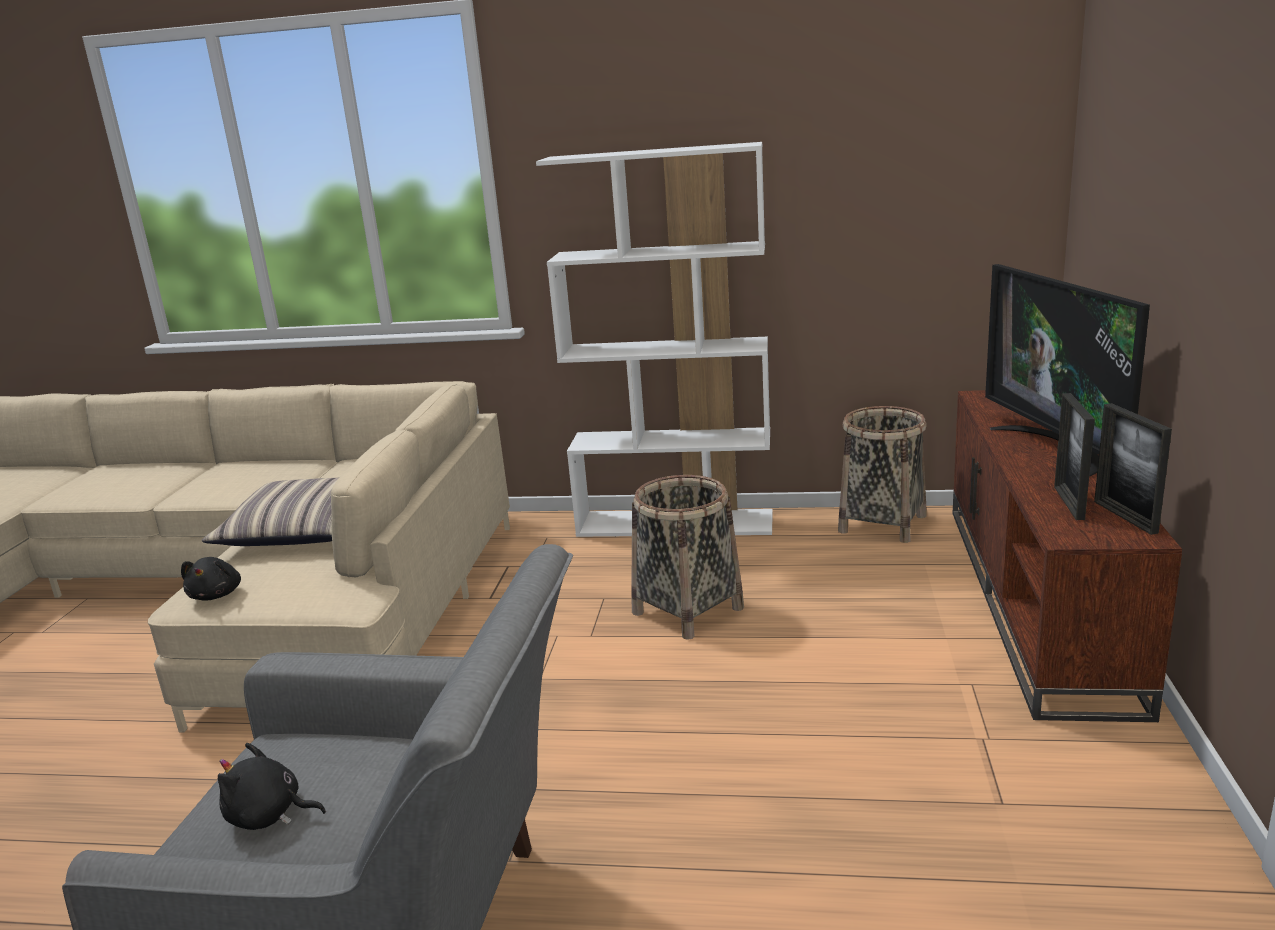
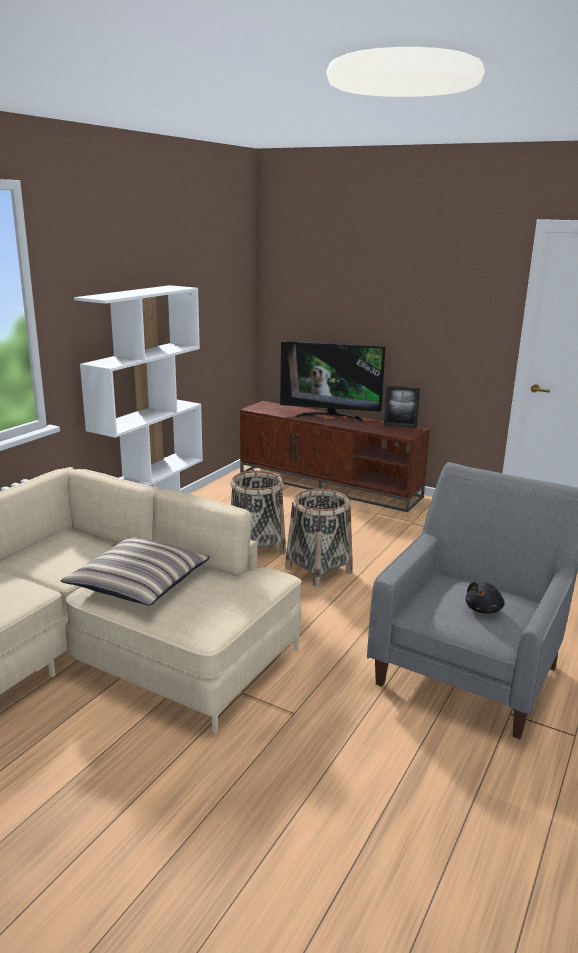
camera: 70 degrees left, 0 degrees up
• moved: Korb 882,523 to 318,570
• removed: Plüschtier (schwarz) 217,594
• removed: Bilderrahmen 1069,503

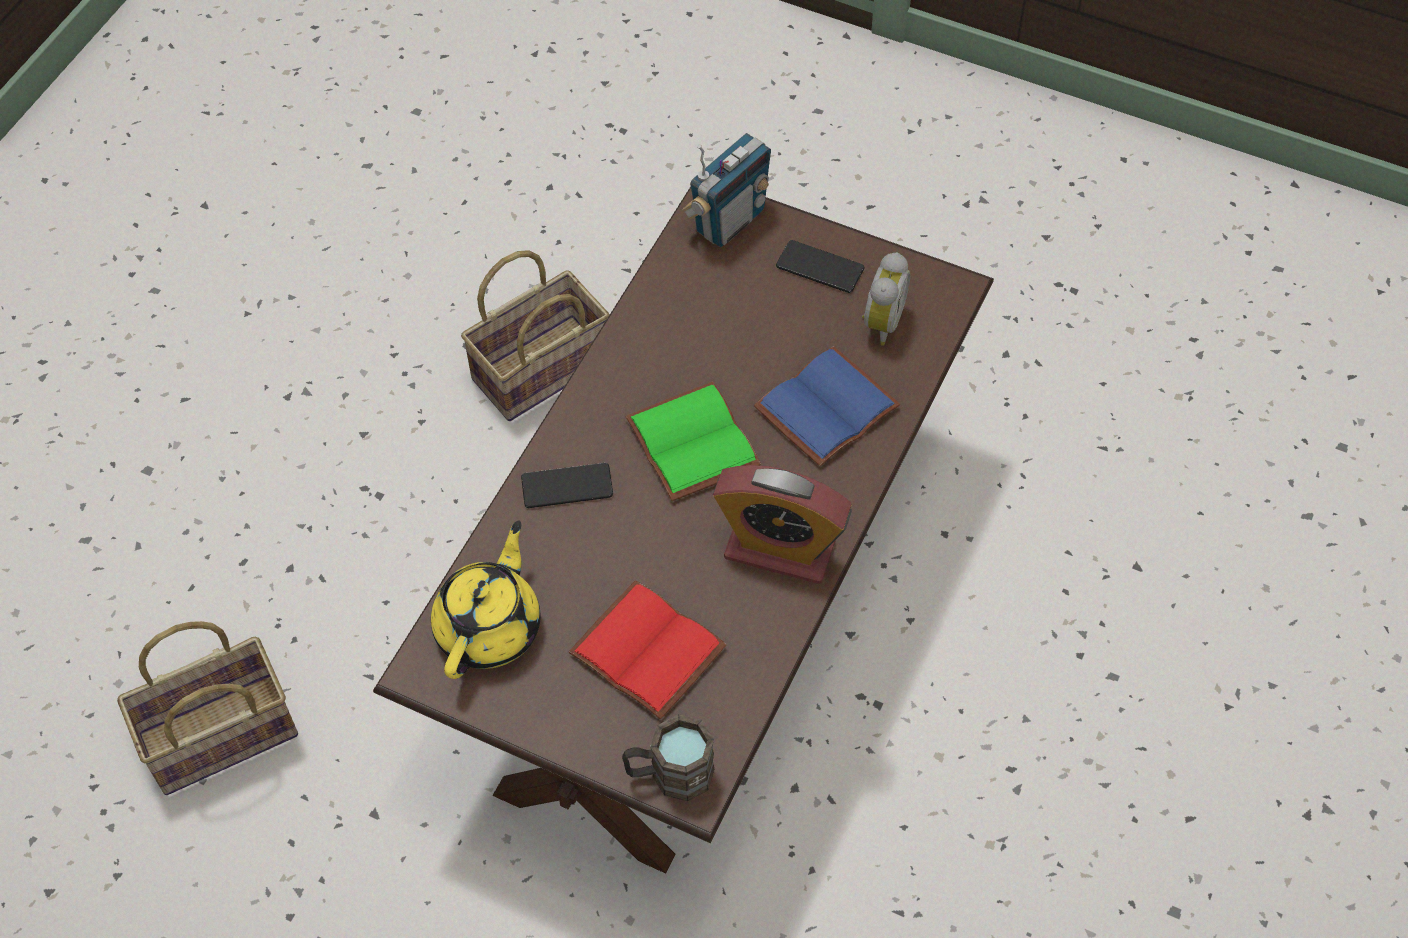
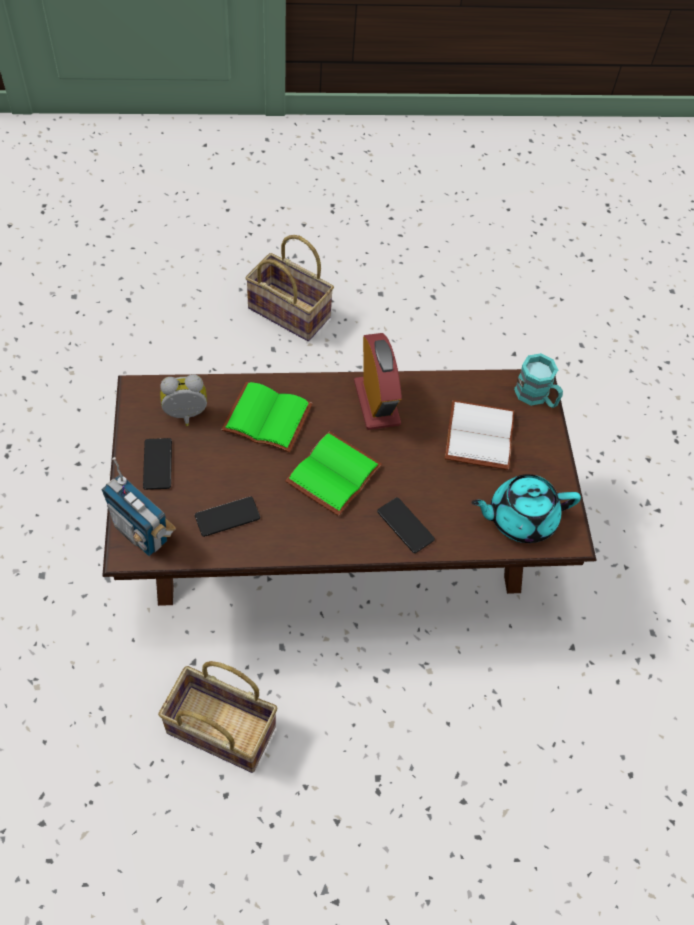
camera: 125 degrees left, 0 degrees up
• turned: Radio 729,221 = 142,533 150 degrees counterclockwise
• added: Handy 227,517
• recoloured: Buch (blau) 825,405 to Buch (grün) 265,420
• moved: Korb 217,739 to 291,312
• recoloured: Buch (rot) 651,649 to Buch (weiß) 477,434
• recoloured: Teekanne (gelb) 490,627 to Teekanne (türkis) 520,518
• recoloured: Henkelbecher (braun) 669,774 to Henkelbecher (türkis) 536,396

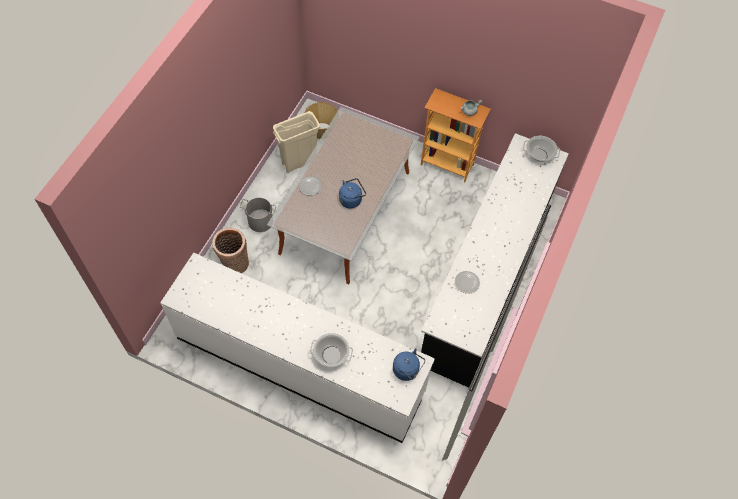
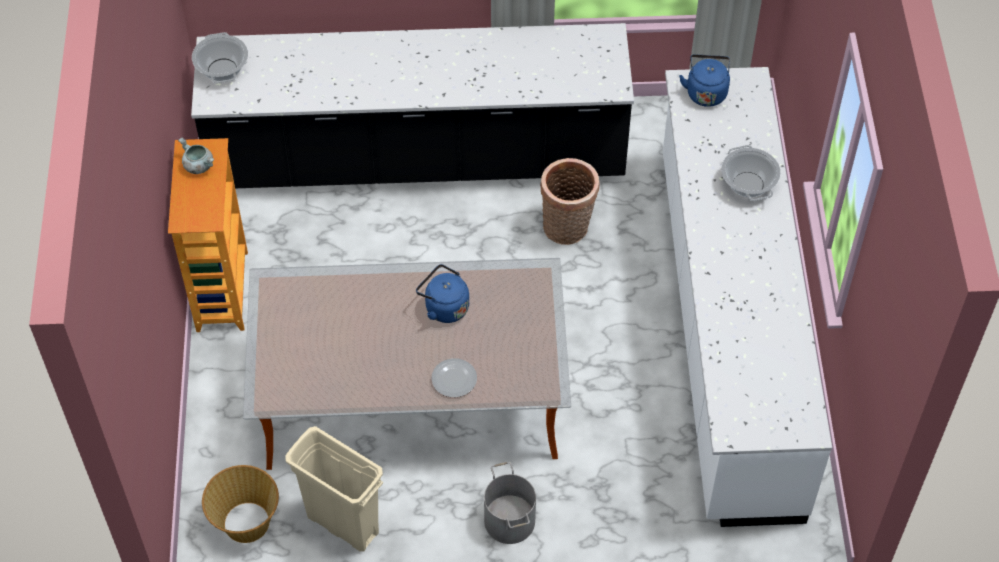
camera: 115 degrees left, 5 degrees down
• moved: Korb 234,264 to 567,229
• removed: Teller 467,282

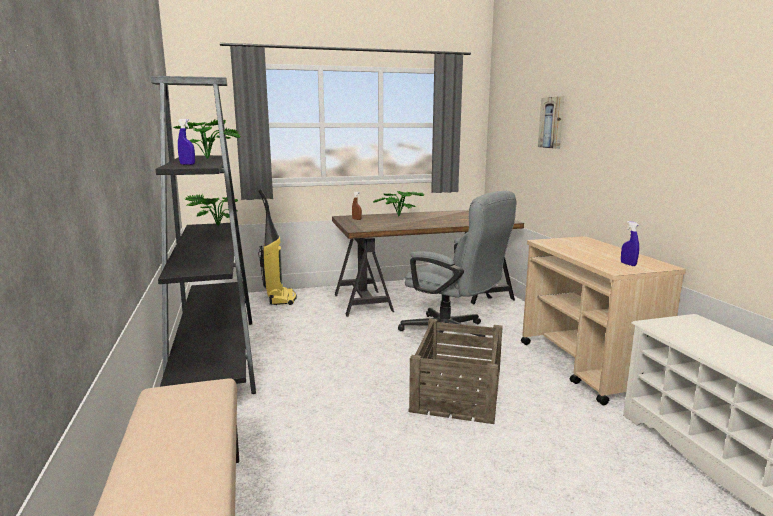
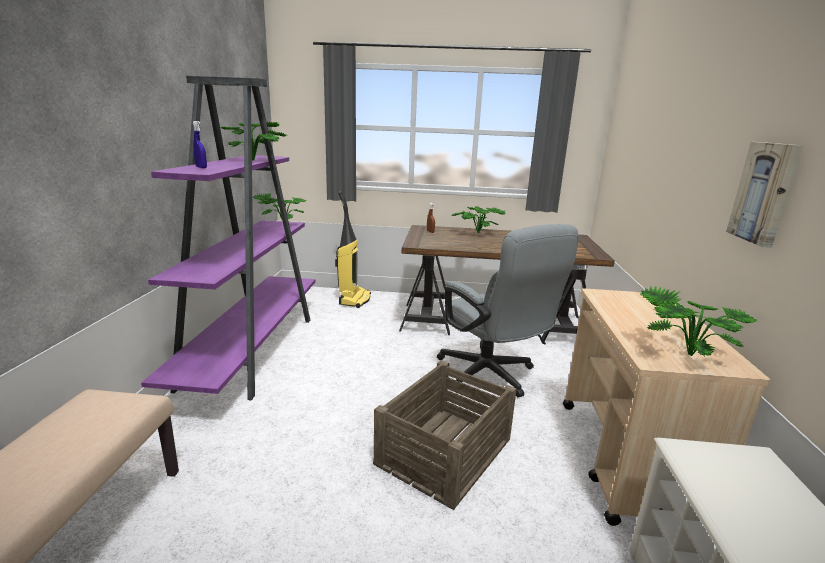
camera: 20 degrees right, 5 degrees up
• recoloured: Bücherregal (schwarz) 215,355 to Bücherregal (lila) 252,349
• replaced: Sprühflasche (blau) 628,264 to Topfpflanze 682,353
• moved: Bild 552,122 to 766,193

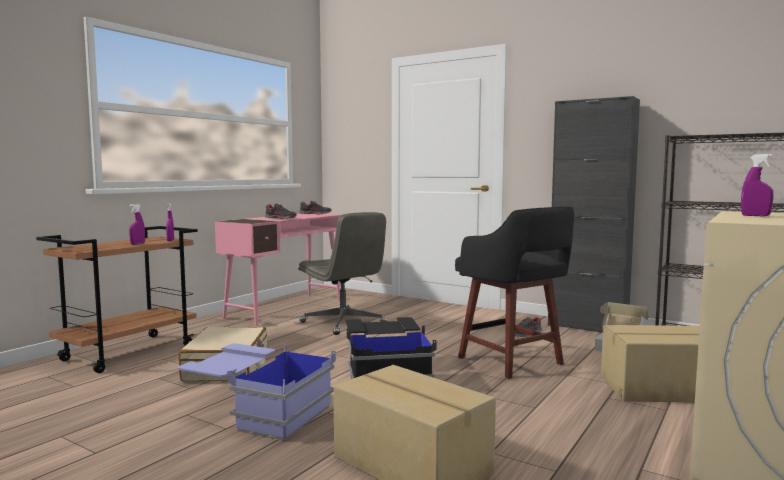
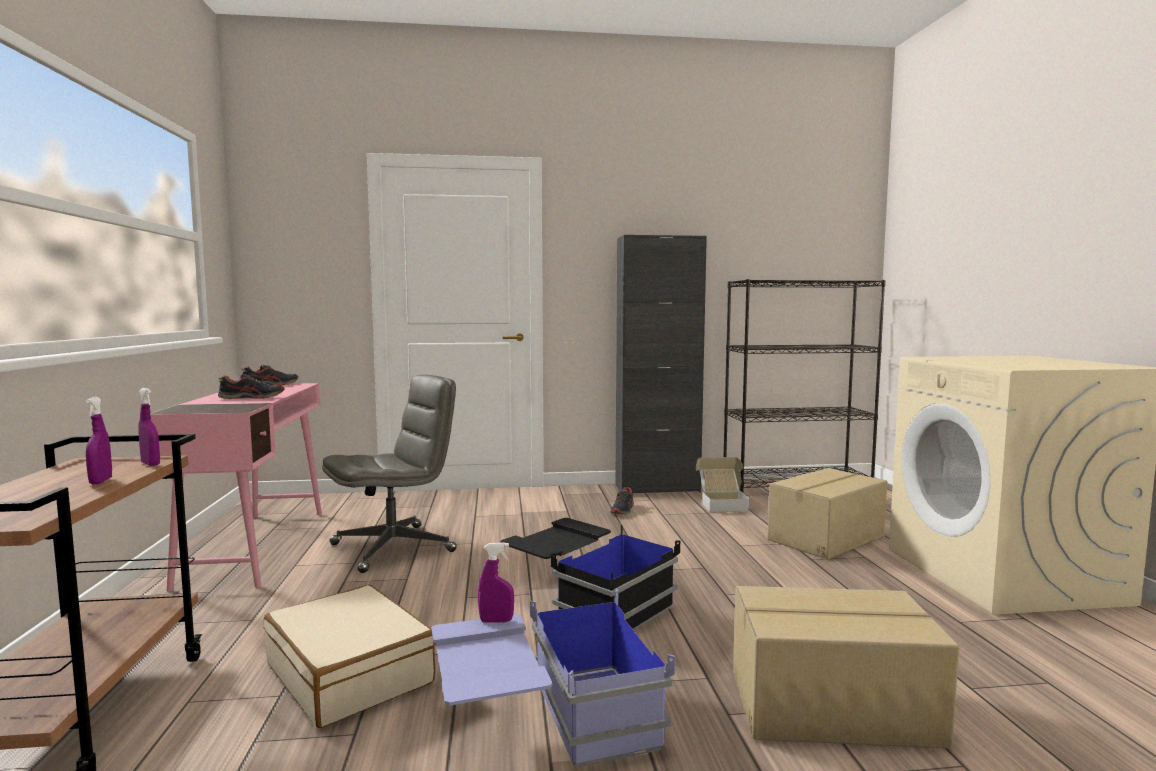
camera: 40 degrees left, 0 degrees up
• turned: Bürostuhl (grau) 344,323 = 394,547 45 degrees counterclockwise
• moved: Sprühflasche (lila) 755,216 to 496,621
• removed: Hocker (schwarz) 512,362

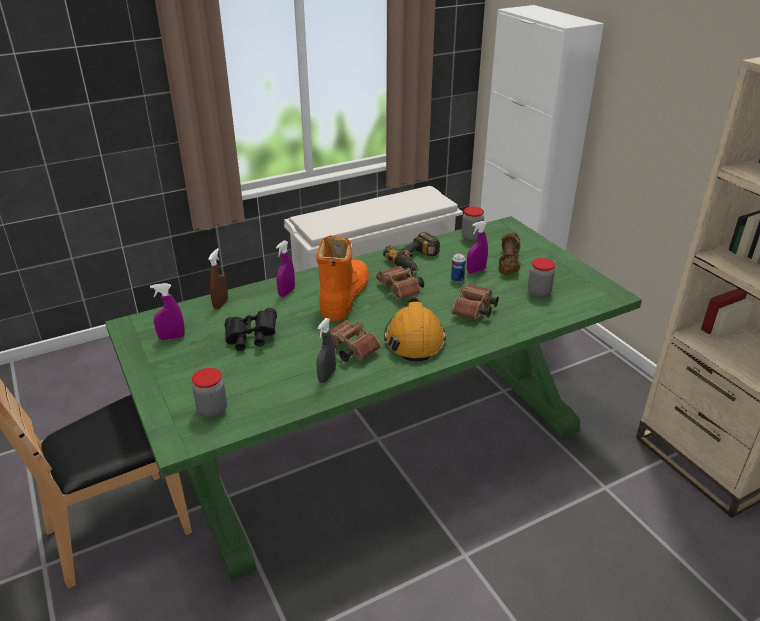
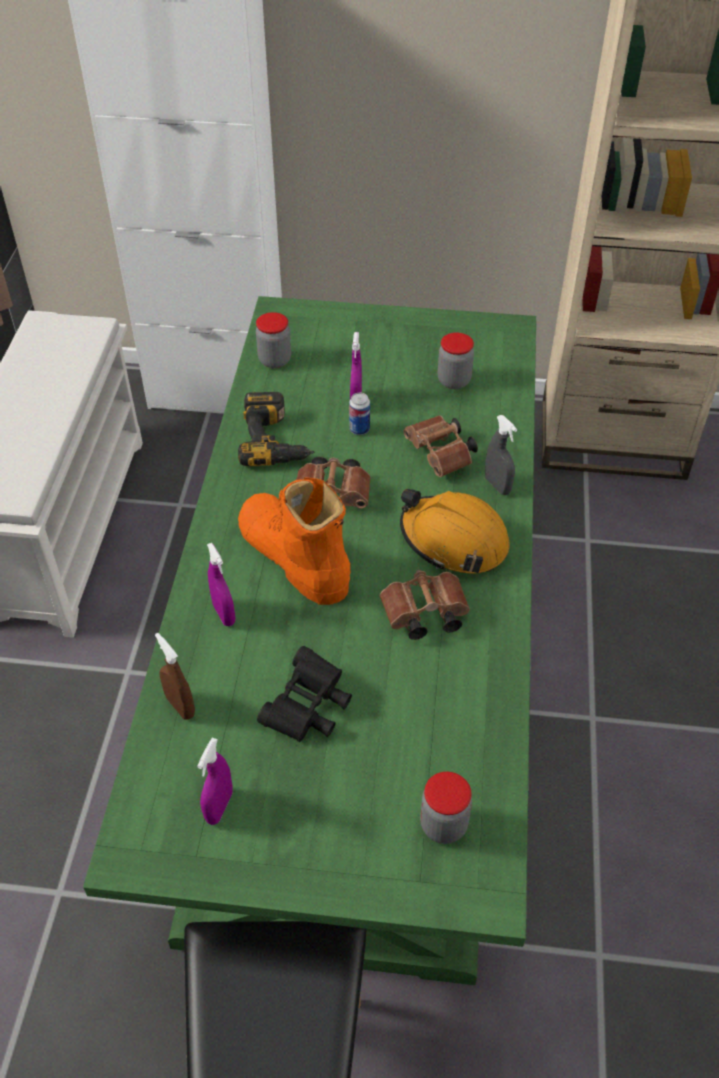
camera: 55 degrees left, 15 degrees up
• moved: Sprühflasche (grau) 327,376 to 497,485
• removed: Hantel (braun) 509,262

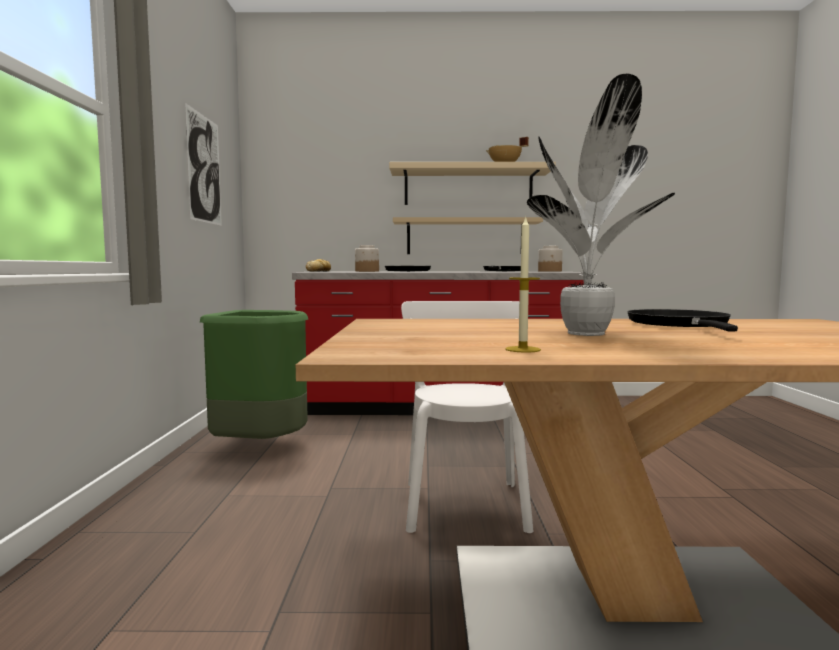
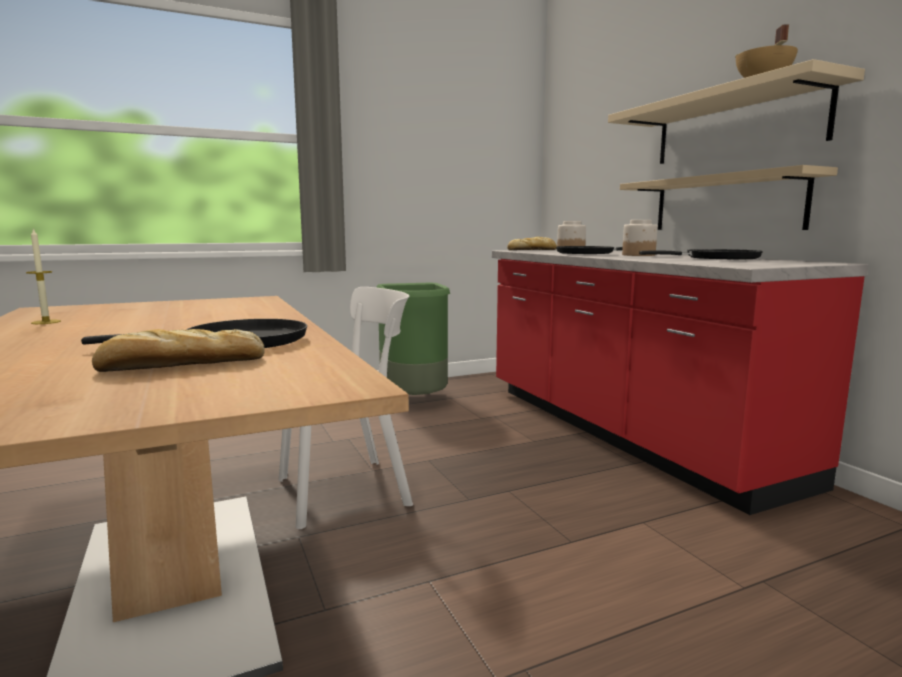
camera: 65 degrees right, 5 degrees up
• added: Brot 180,365
• moved: Vorratsglas 550,271 to 638,255
• removed: Bild 204,169
• removed: Topfpflanze 587,334

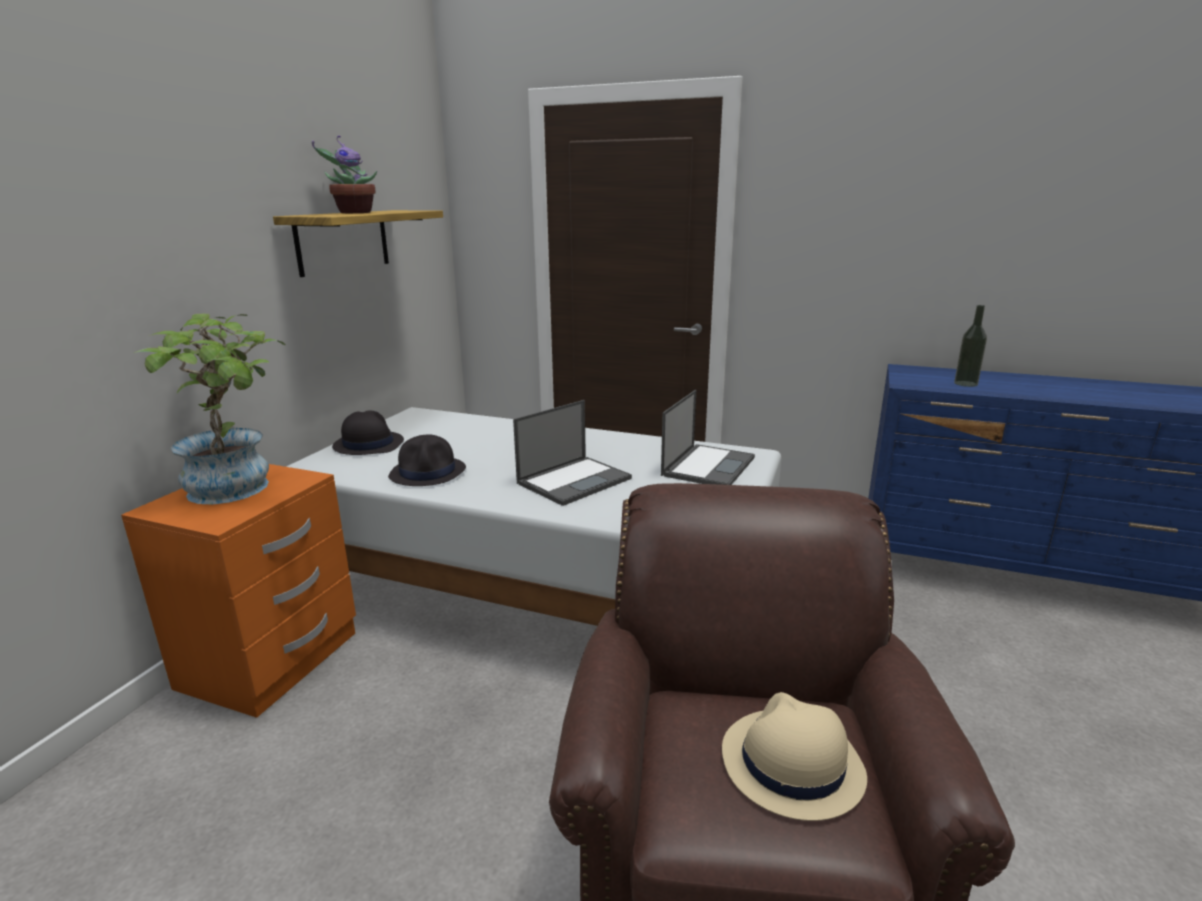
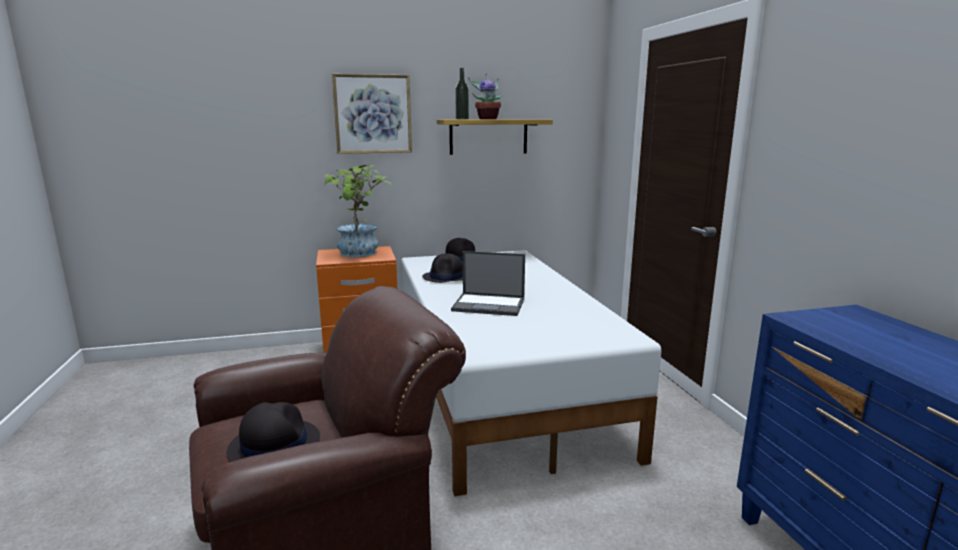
camera: 55 degrees right, 5 degrees down
• recoloured: Hut (beige) 791,764 to Hut (schwarz) 274,445
• added: Bild 373,114
• moved: Flasche 965,383 to 462,119
• removed: Laptop 708,466

